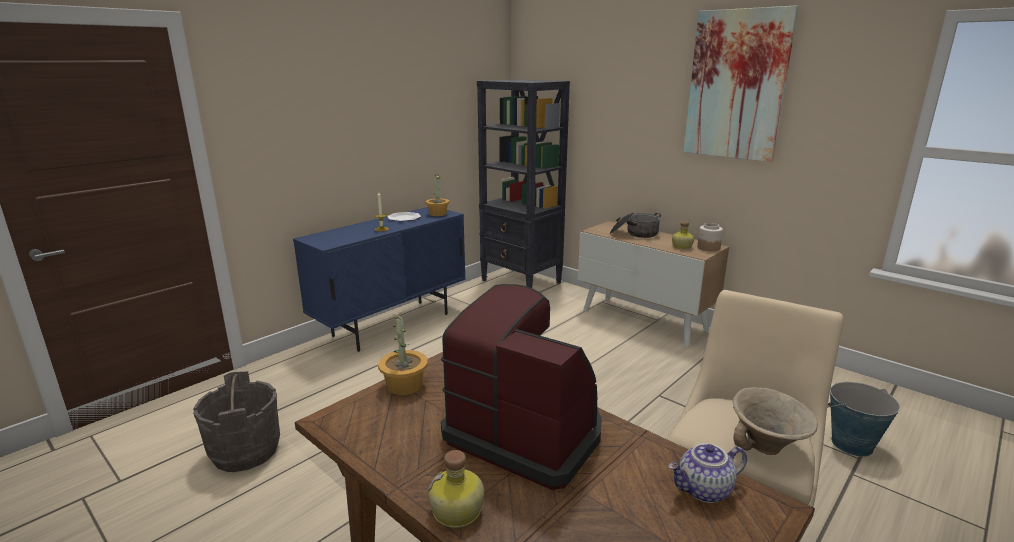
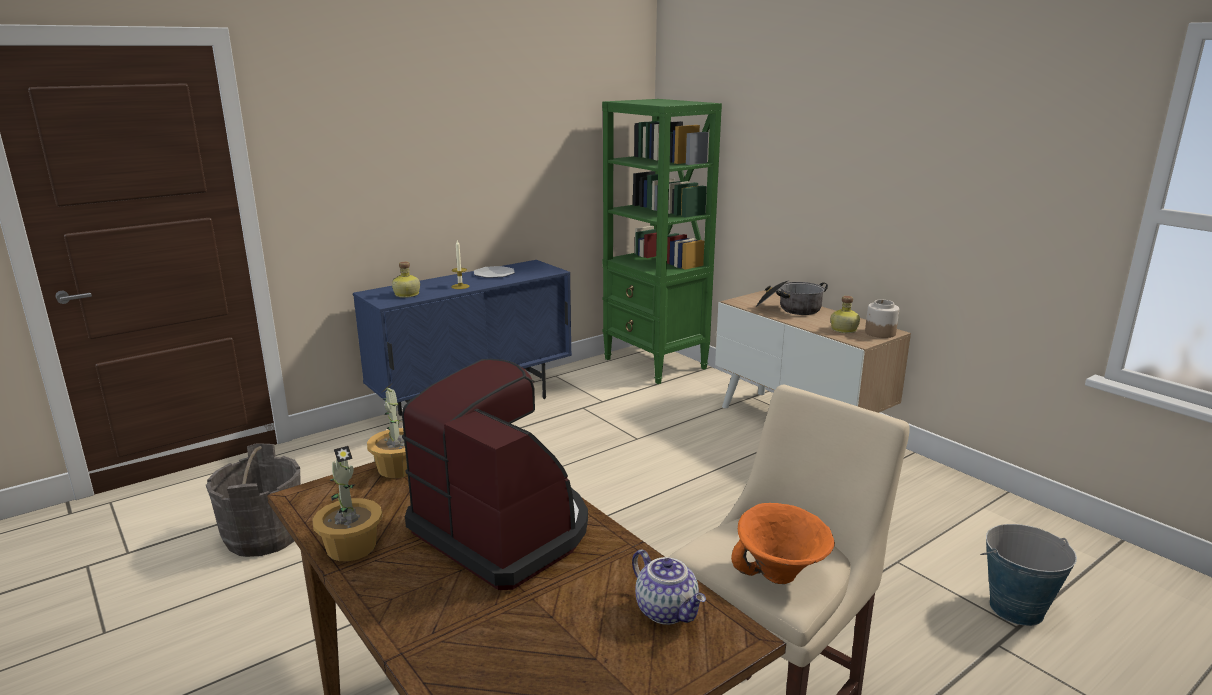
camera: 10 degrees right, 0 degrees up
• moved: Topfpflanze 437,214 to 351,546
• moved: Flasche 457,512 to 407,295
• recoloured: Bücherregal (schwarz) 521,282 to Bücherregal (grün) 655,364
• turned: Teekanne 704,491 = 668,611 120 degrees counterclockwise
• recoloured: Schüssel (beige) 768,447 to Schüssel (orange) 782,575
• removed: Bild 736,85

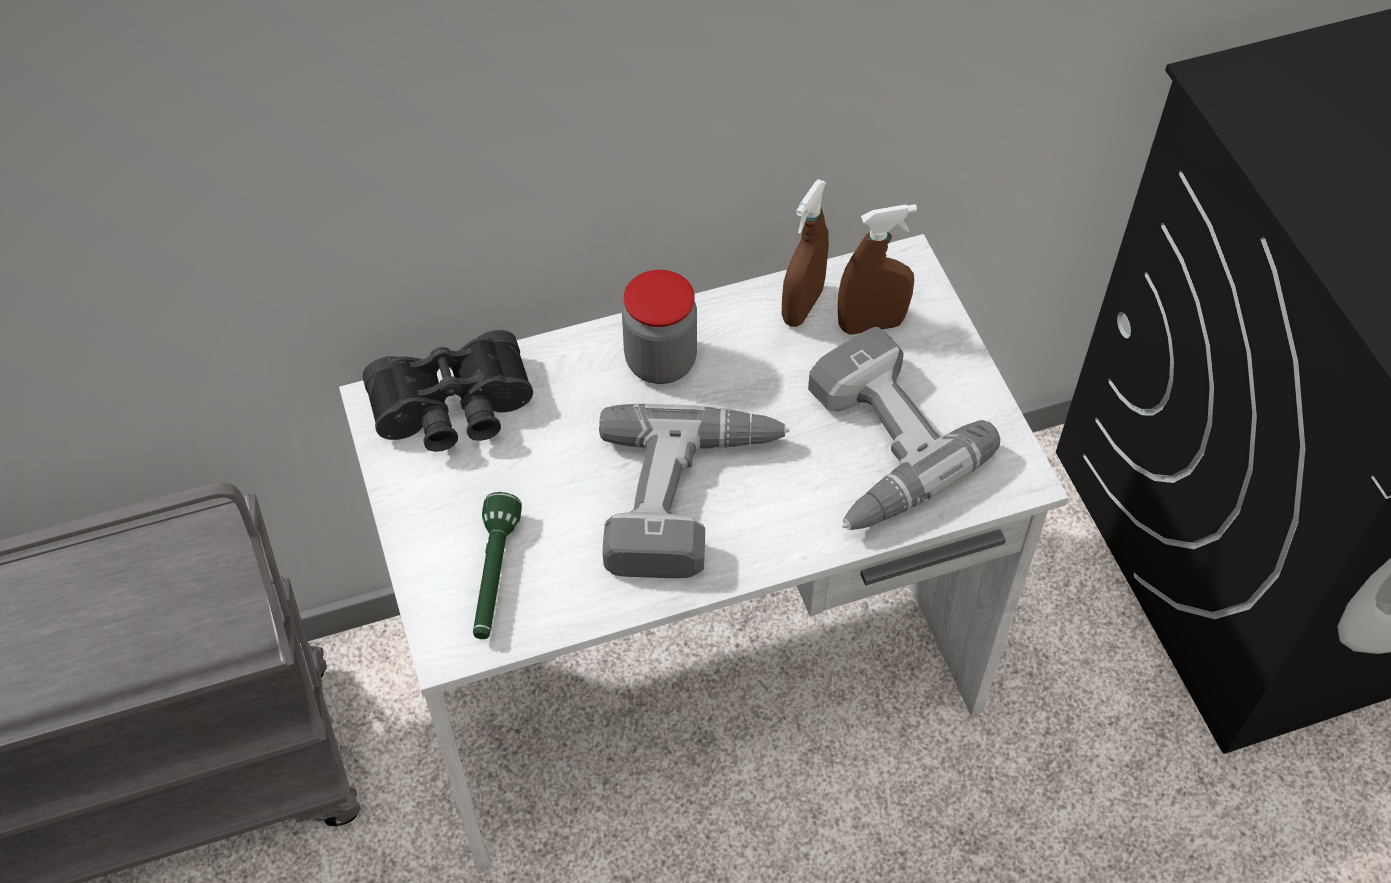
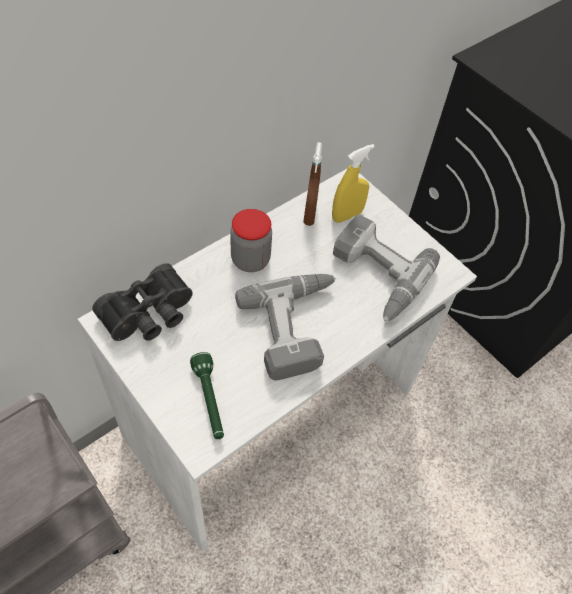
camera: 25 degrees left, 0 degrees up
• recoloured: Sprühflasche (braun) 871,324 to Sprühflasche (gelb) 347,215

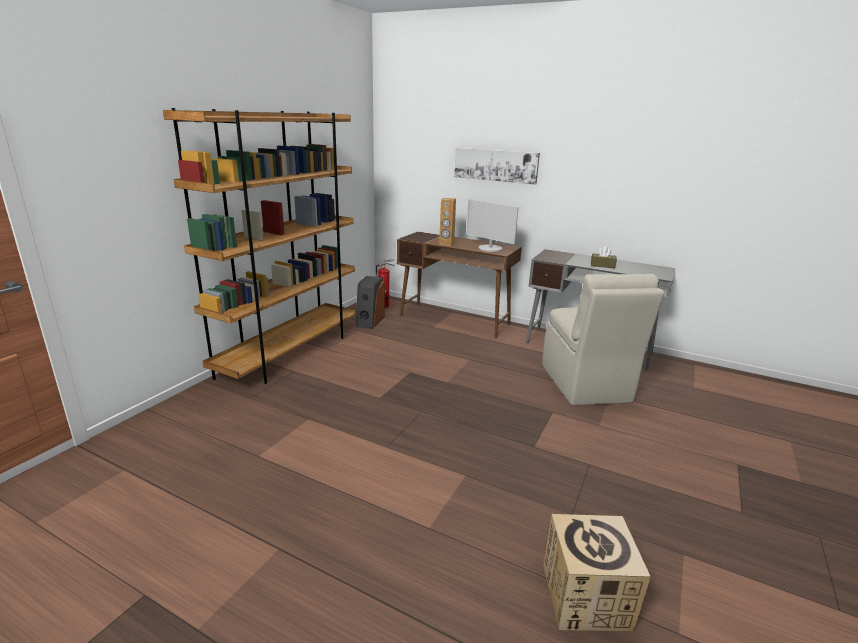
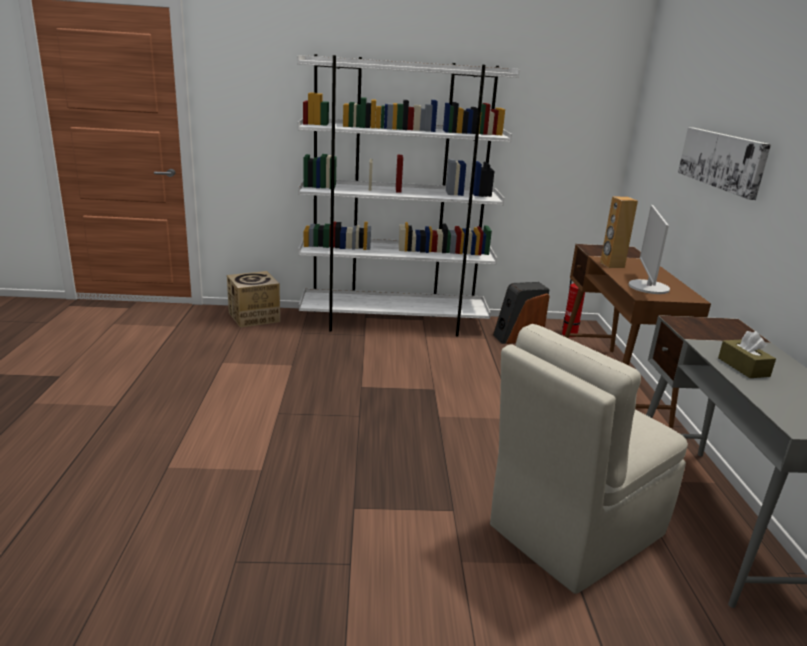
camera: 60 degrees right, 0 degrees up
• moved: Karton 586,597 to 254,317
• recoloured: Bücherregal (braun) 290,353 to Bücherregal (weiß) 394,323

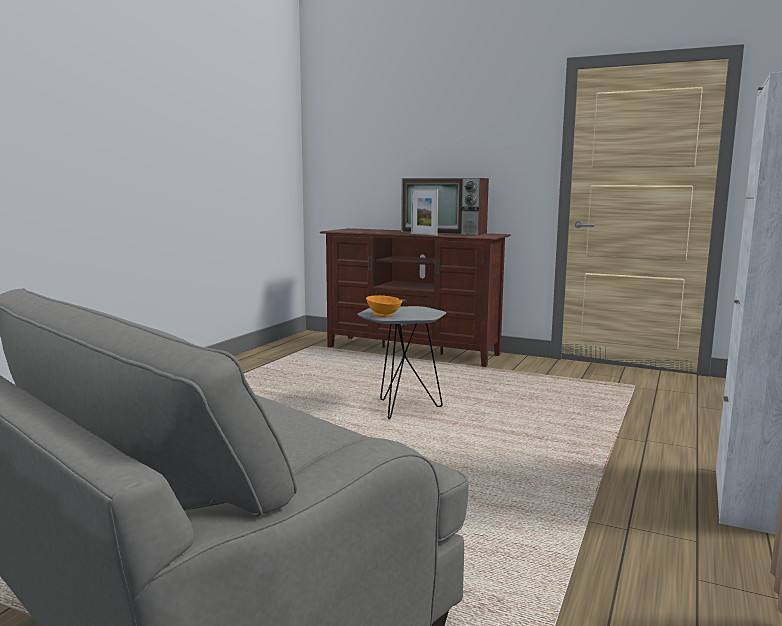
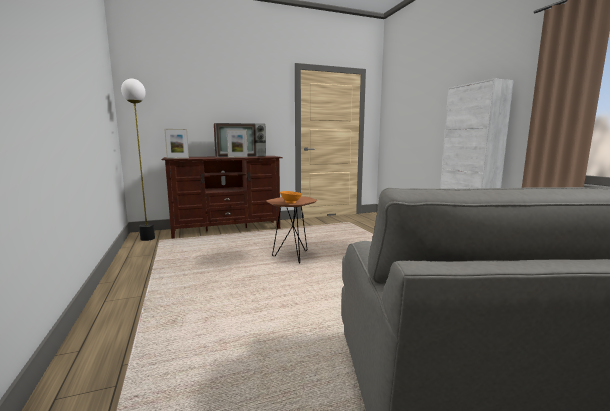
camera: 45 degrees left, 0 degrees up
• added: Stehlampe 147,238
• added: Bilderrahmen 178,158
• recoloured: Beistelltisch (grau) 401,409 to Beistelltisch (braun) 292,257

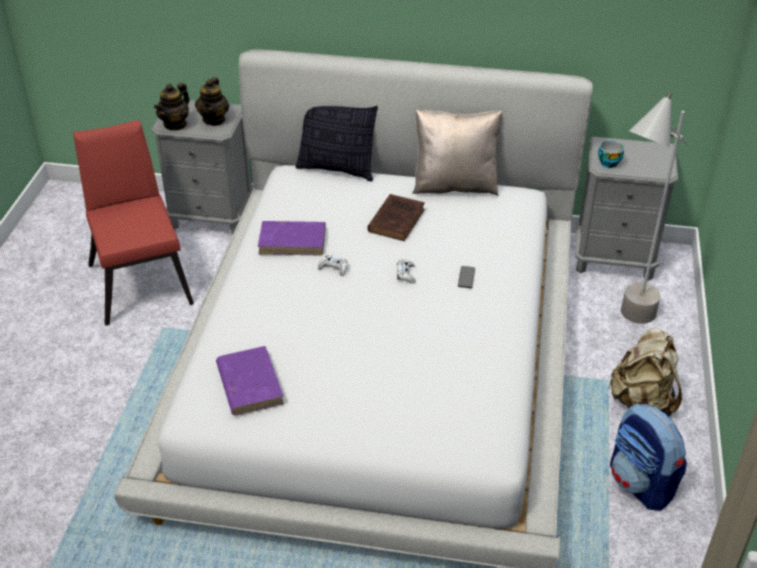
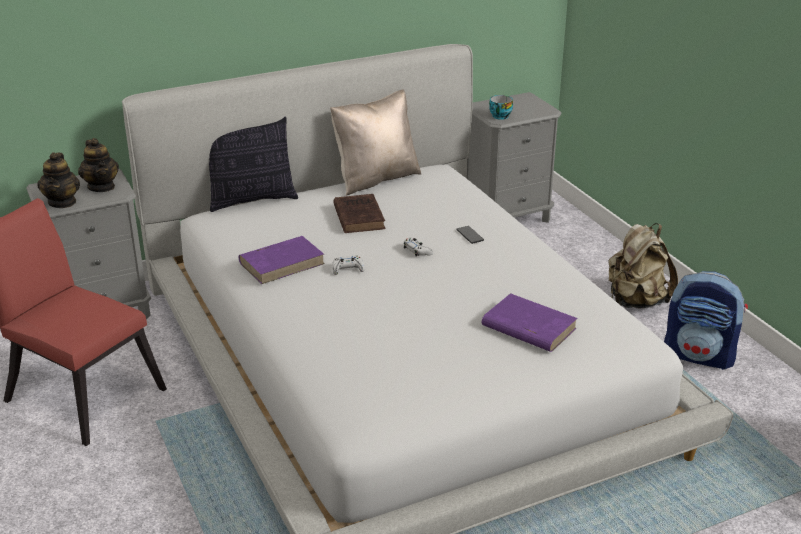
camera: 35 degrees left, 10 degrees down
• moved: Buch (lila) 249,383 to 528,327
• removed: Stehlampe (grau) 624,327

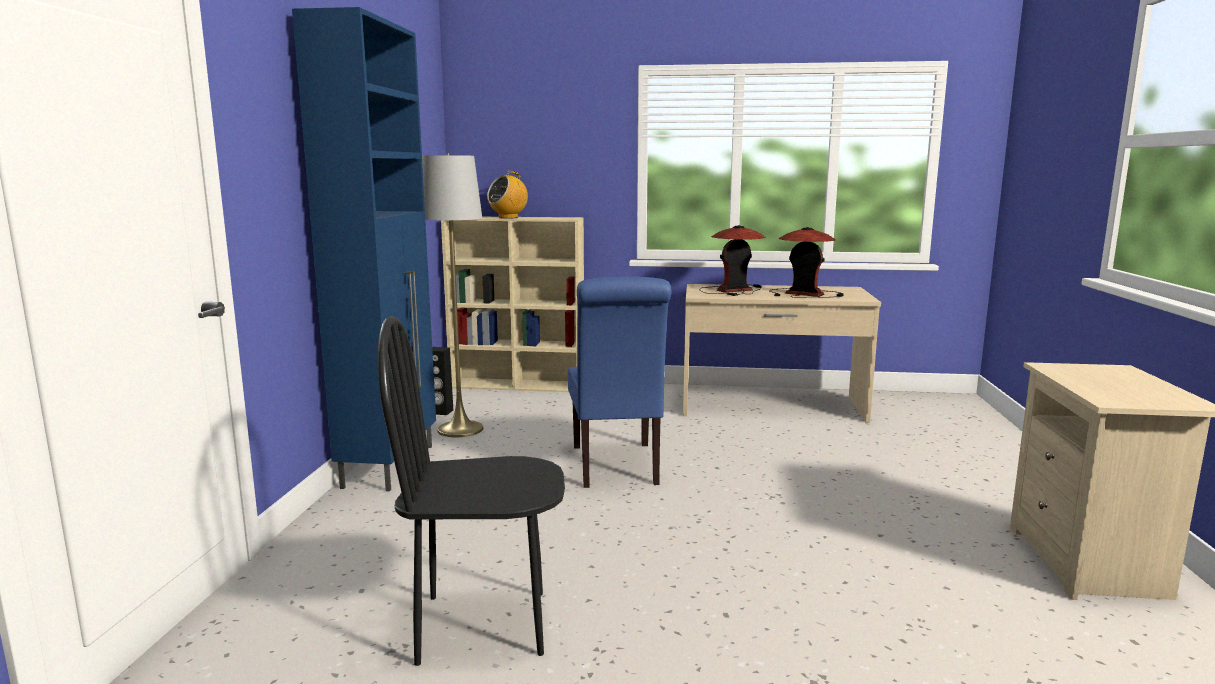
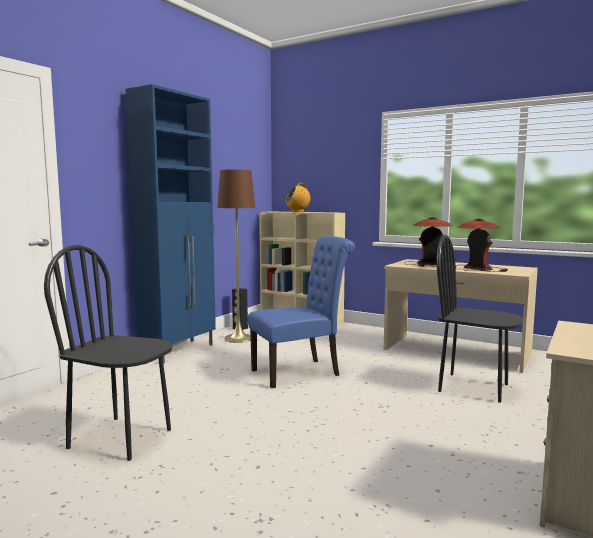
camera: 25 degrees right, 5 degrees down
• recoloured: Stehlampe (grau) 460,429 to Stehlampe (braun) 238,338
• turned: Stuhl (blau) 616,467 = 300,372 135 degrees counterclockwise
• added: Stuhl (schwarz) 473,387

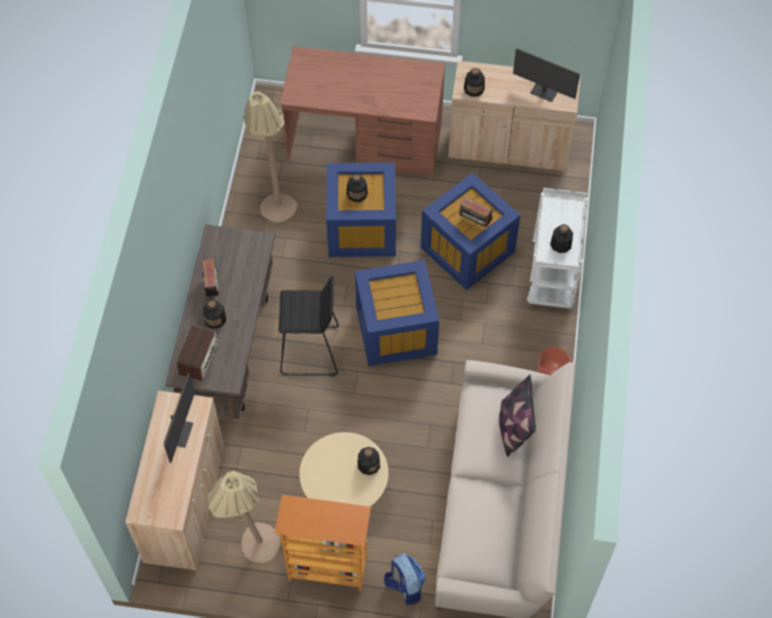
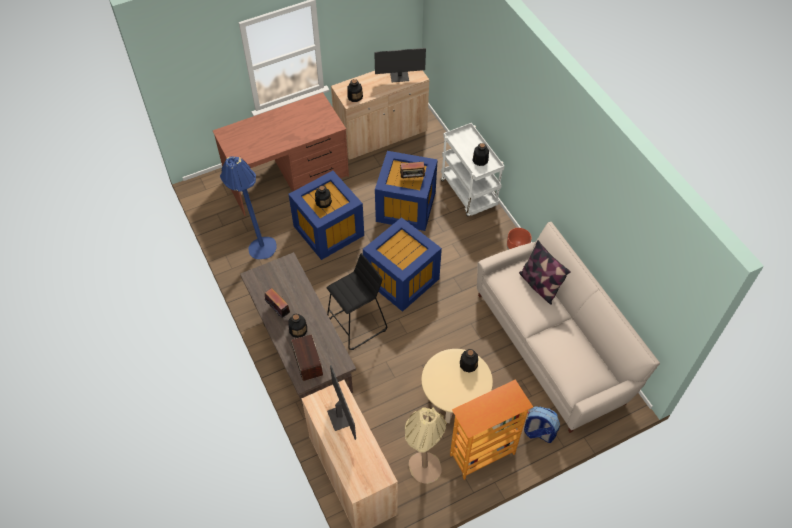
camera: 35 degrees left, 5 degrees down
• recoloured: Stehlampe (beige) 275,201 to Stehlampe (blau) 257,245

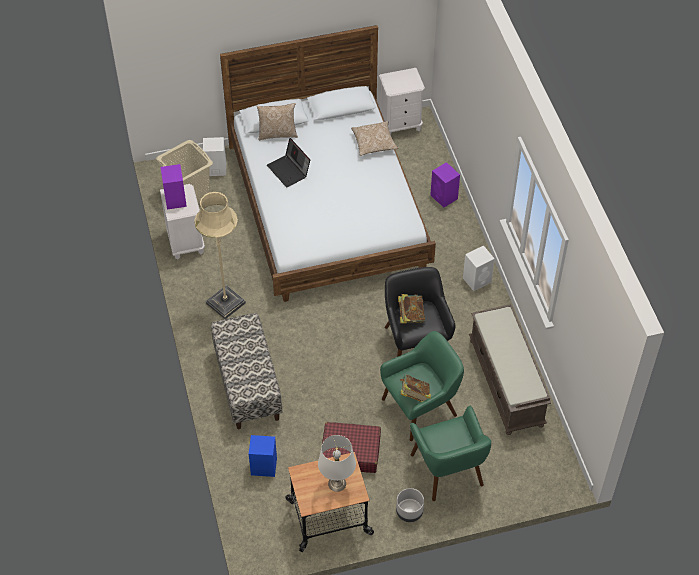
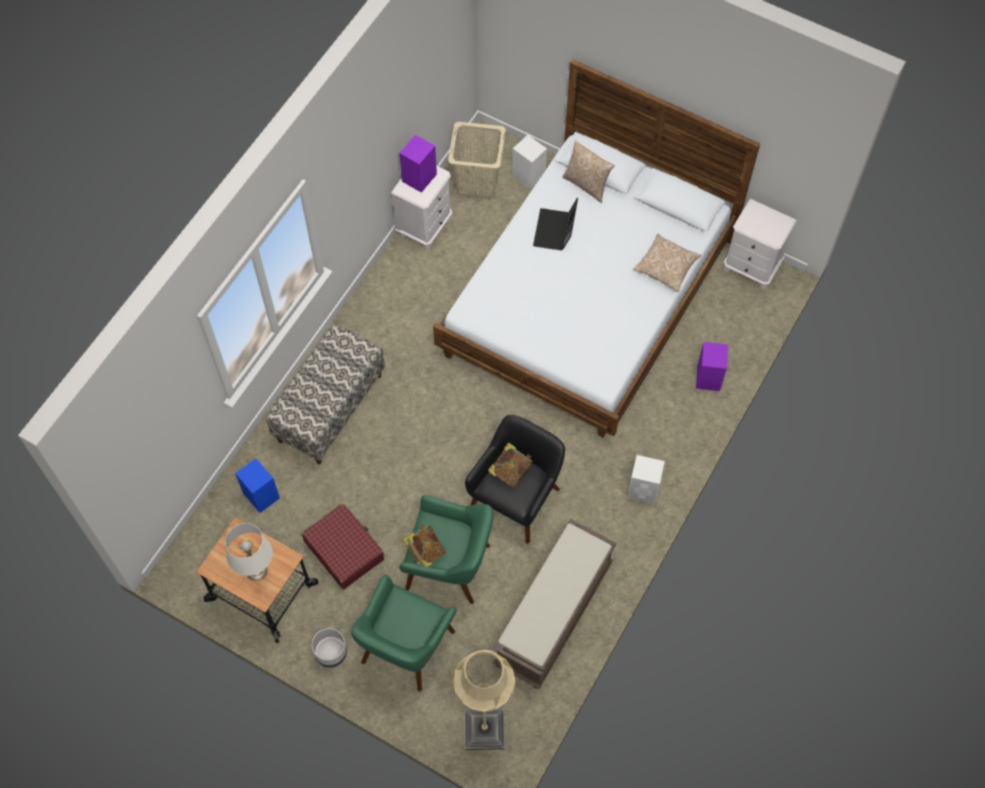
camera: 45 degrees right, 10 degrees up
• moved: Stehlampe (beige) 225,303 to 484,730

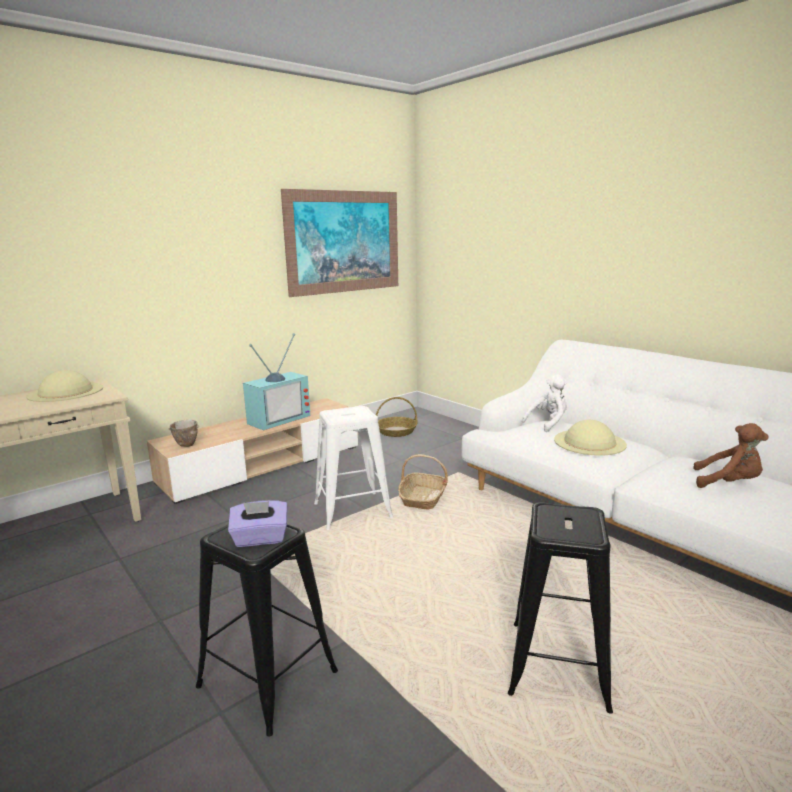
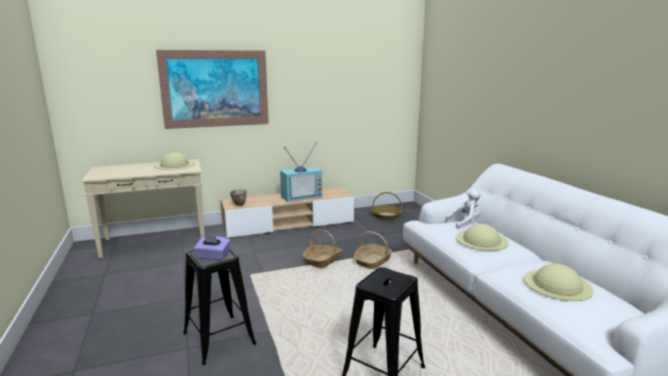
camera: 20 degrees right, 0 degrees up
• moved: Bild 344,242 to 215,89
• replaced: Hocker (weiß) 352,510 to Korb 323,261
• replaced: Plüschtier (braun) 729,483 to Hut (beige) 557,284

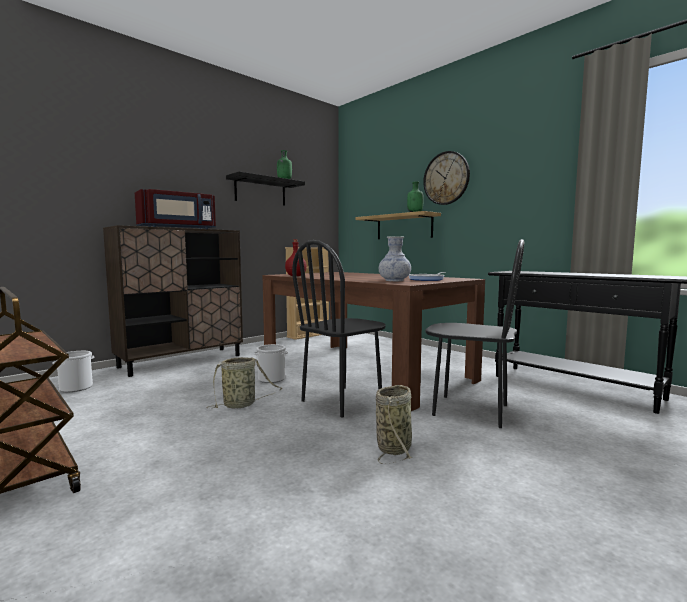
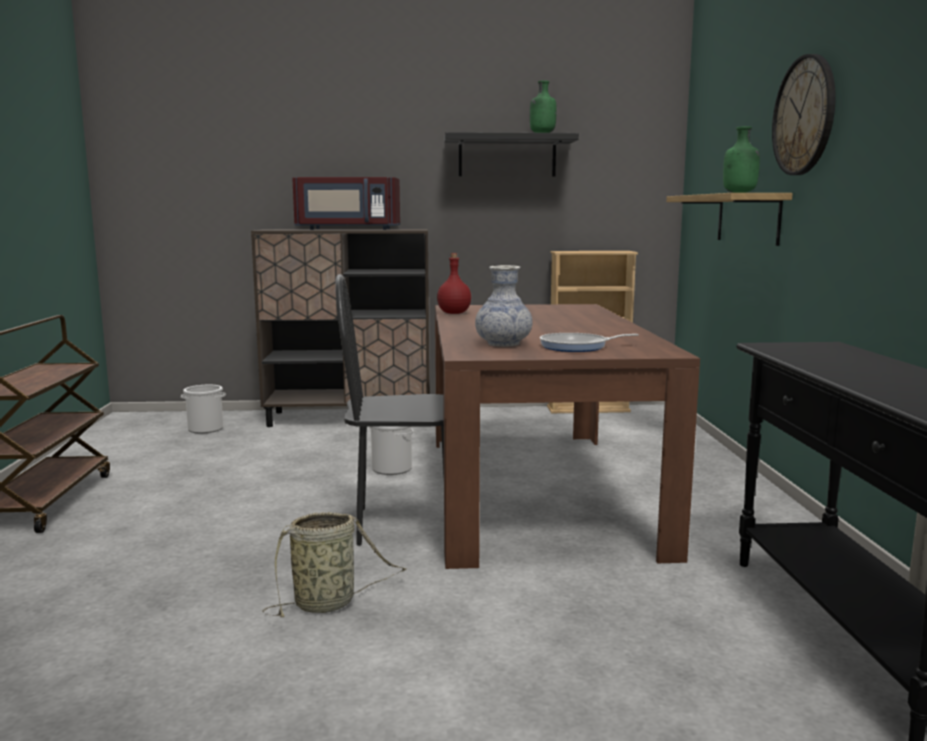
camera: 40 degrees right, 5 degrees up
• removed: Korb 241,404
• removed: Stuhl (schwarz) 470,410

